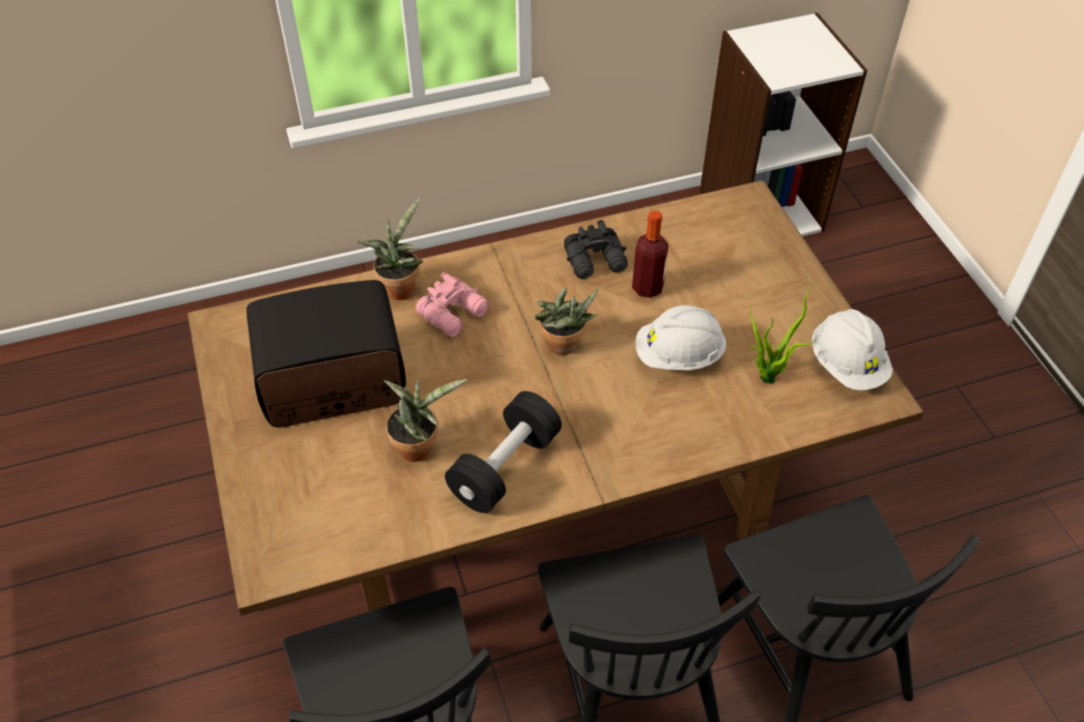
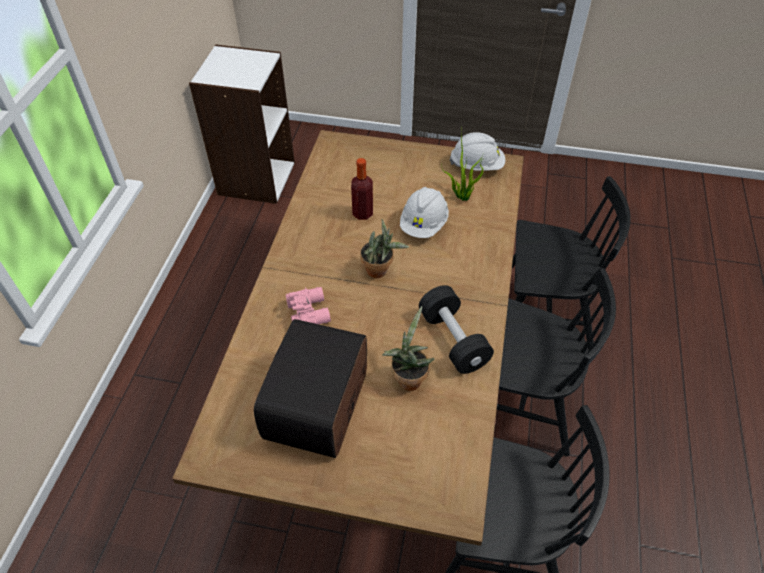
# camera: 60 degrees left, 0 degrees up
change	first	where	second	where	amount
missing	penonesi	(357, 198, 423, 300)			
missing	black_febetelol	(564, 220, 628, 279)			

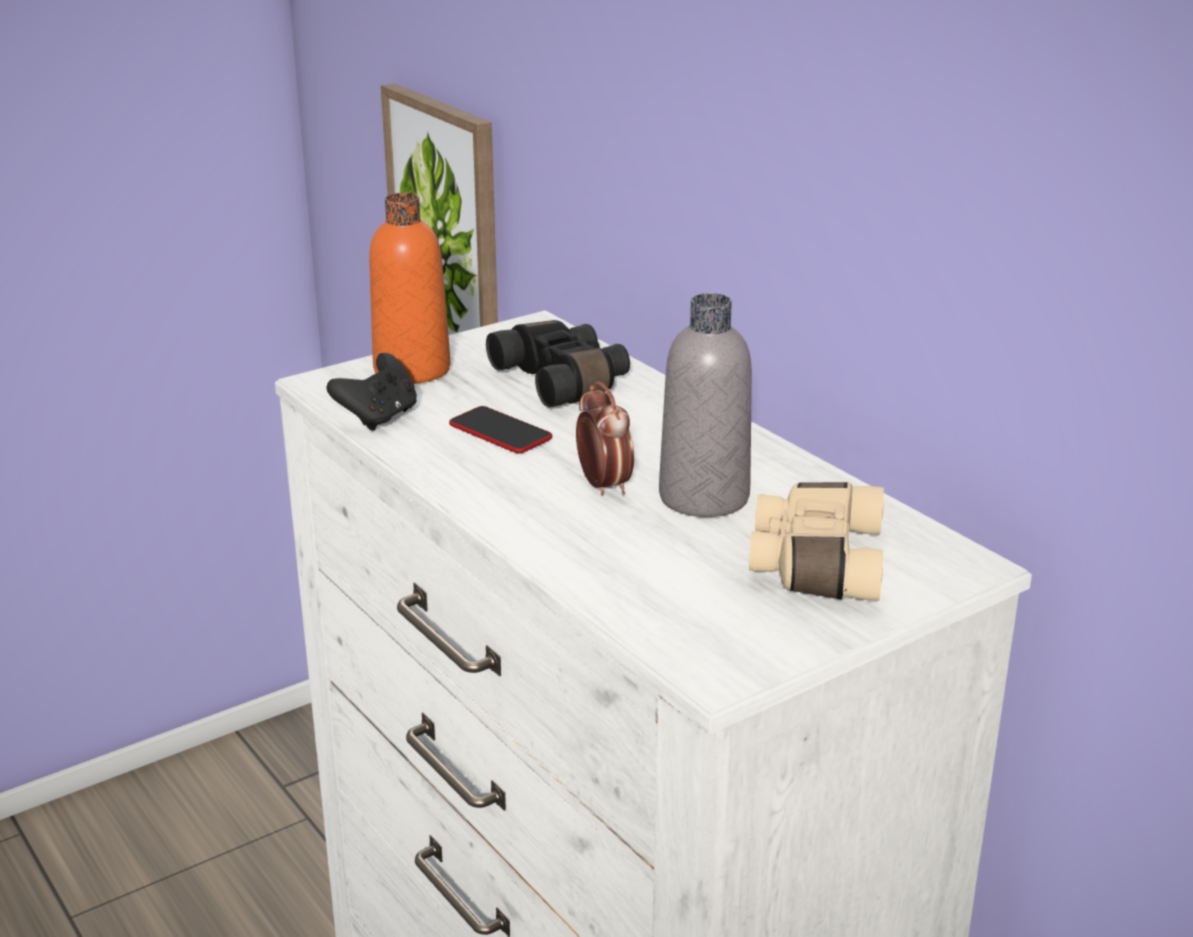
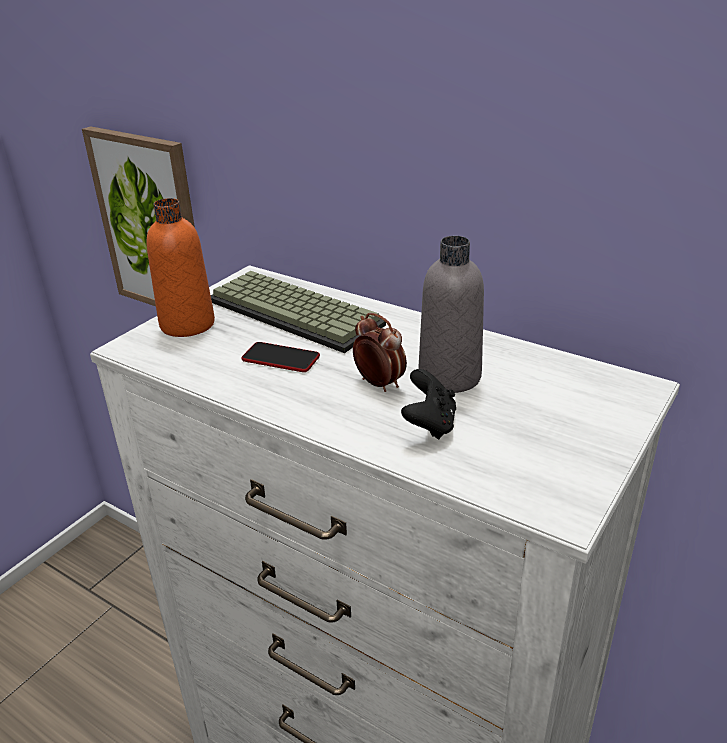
# camera: 20 degrees left, 5 degrees up
change	first	where	second	where	amount
missing	beige_febetelol	(749, 482, 884, 601)			
relocated	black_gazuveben	(327, 353, 417, 431)		(401, 369, 456, 439)	
exchanged	black_febetelol	(486, 320, 630, 407)	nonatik	(211, 271, 386, 353)	

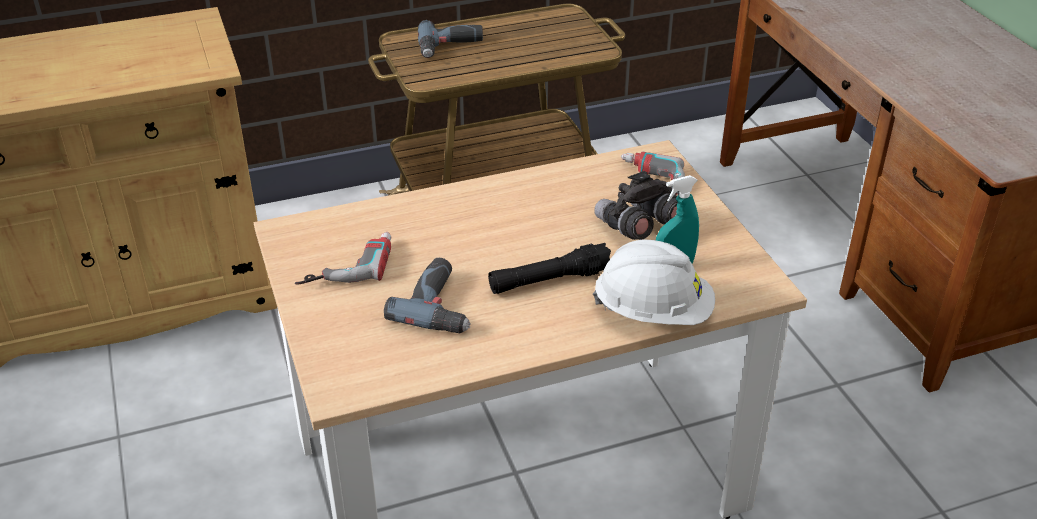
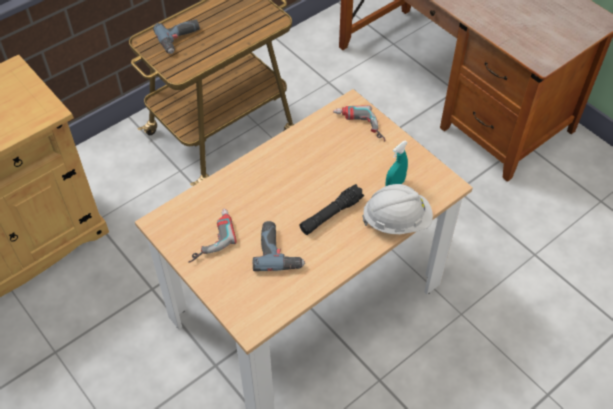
# camera: 20 degrees left, 15 degrees up
change	first	where	second	where	amount
missing	grey_febetelol	(594, 171, 678, 240)			

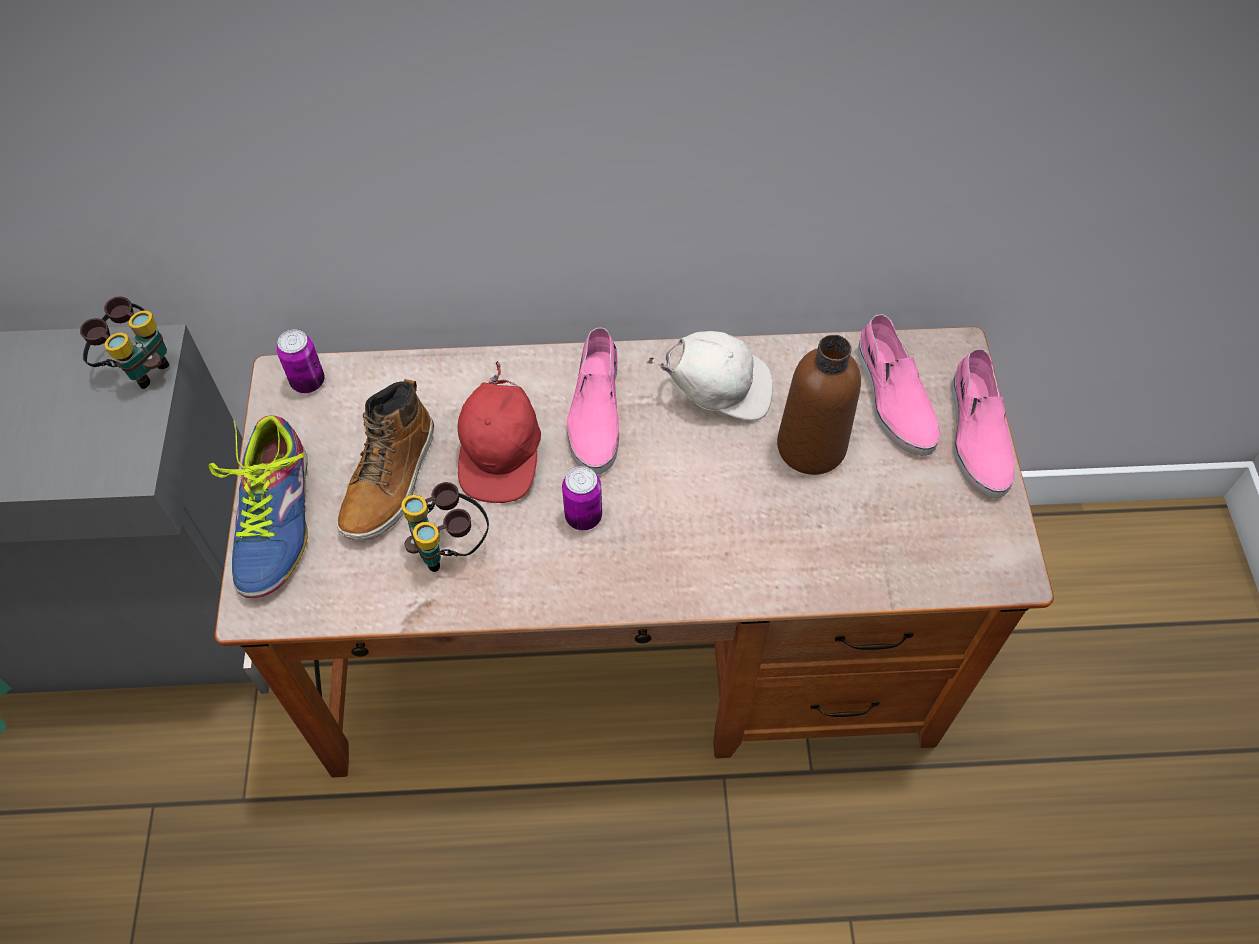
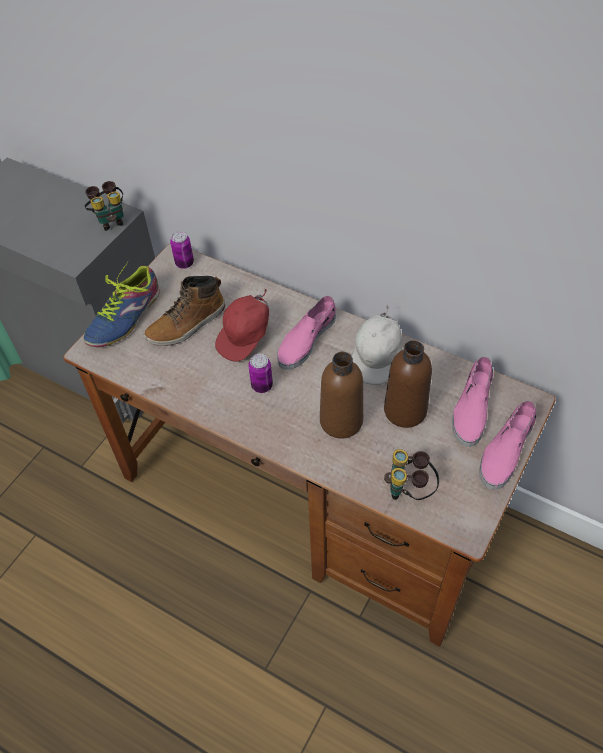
# camera: 35 degrees right, 5 degrees down
change	first	where	second	where	amount
appeared			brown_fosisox	(320, 352, 363, 439)	
relocated	febetelol	(401, 482, 489, 572)		(384, 449, 439, 500)	
spun	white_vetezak	(646, 331, 773, 421)		(352, 305, 403, 385)	75 degrees clockwise

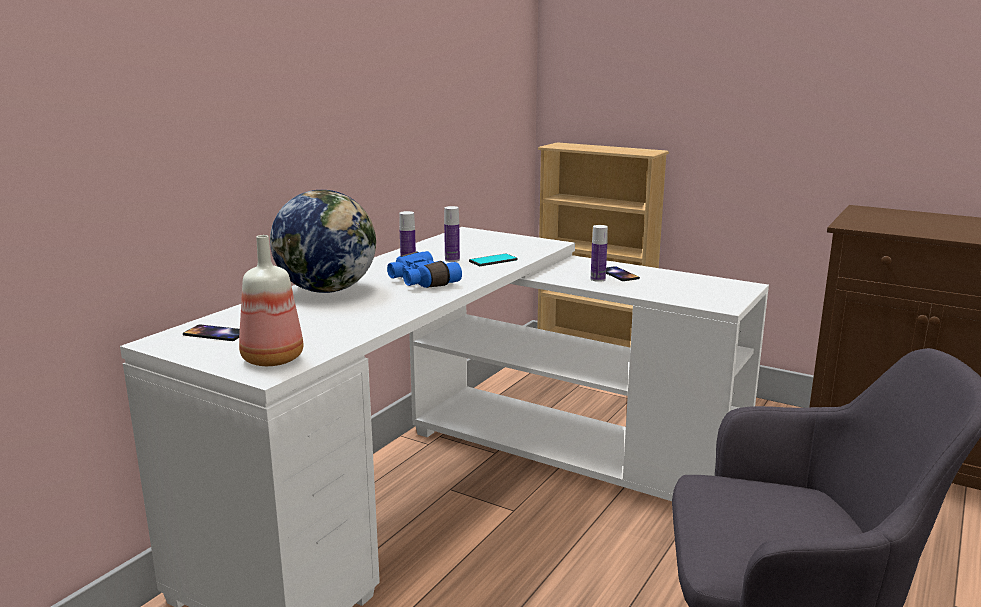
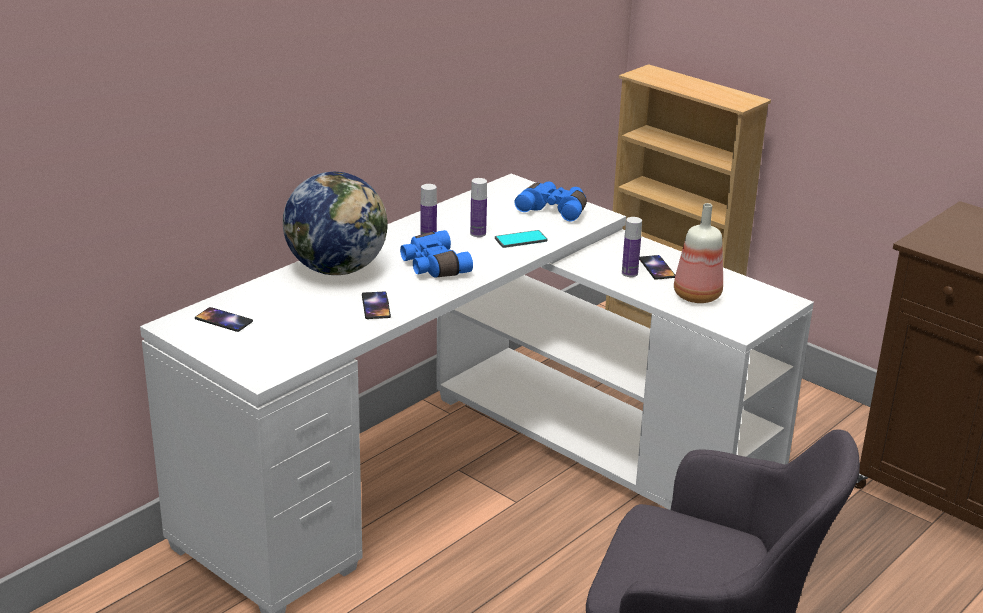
# camera: 10 degrees right, 10 degrees up
change	first	where	second	where	amount
appeared			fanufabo	(362, 292, 391, 319)	
appeared			blue_febetelol	(515, 182, 587, 222)	
relocated	fosisox	(239, 235, 303, 366)		(674, 203, 723, 303)	

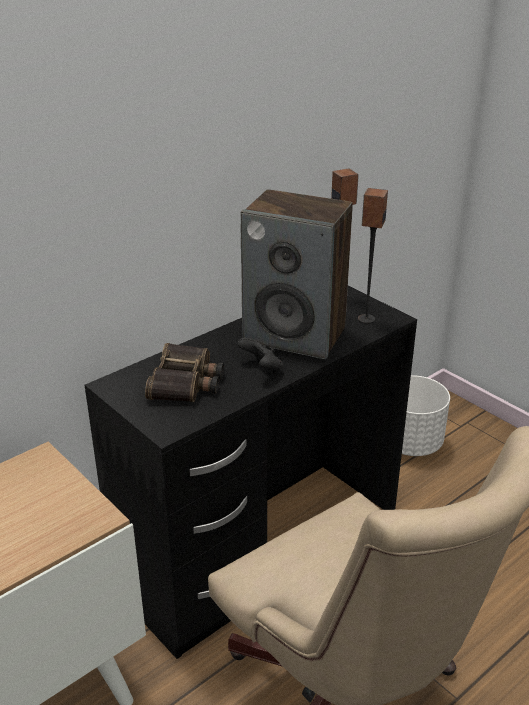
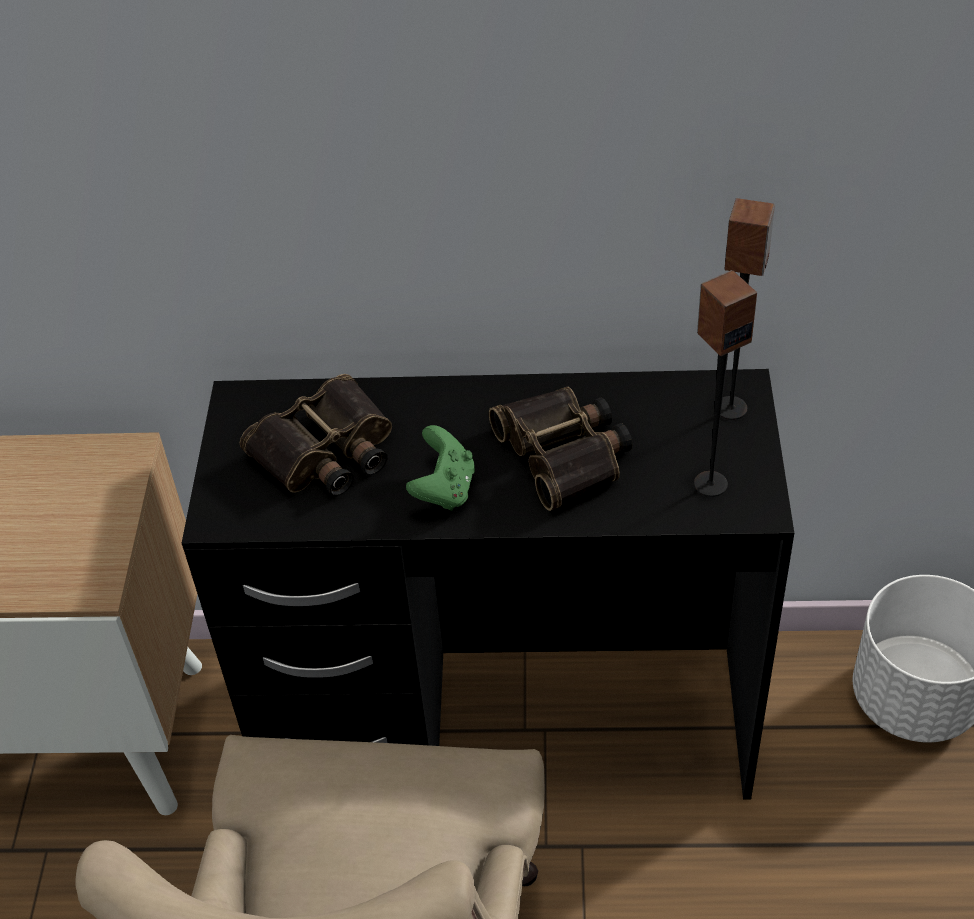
# camera: 45 degrees right, 15 degrees up
change	first	where	second	where	amount
exchanged	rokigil	(240, 189, 353, 359)	febetelol	(489, 387, 633, 511)	
colour	black_gazuveben	(237, 338, 283, 374)	green_gazuveben	(406, 425, 475, 511)	

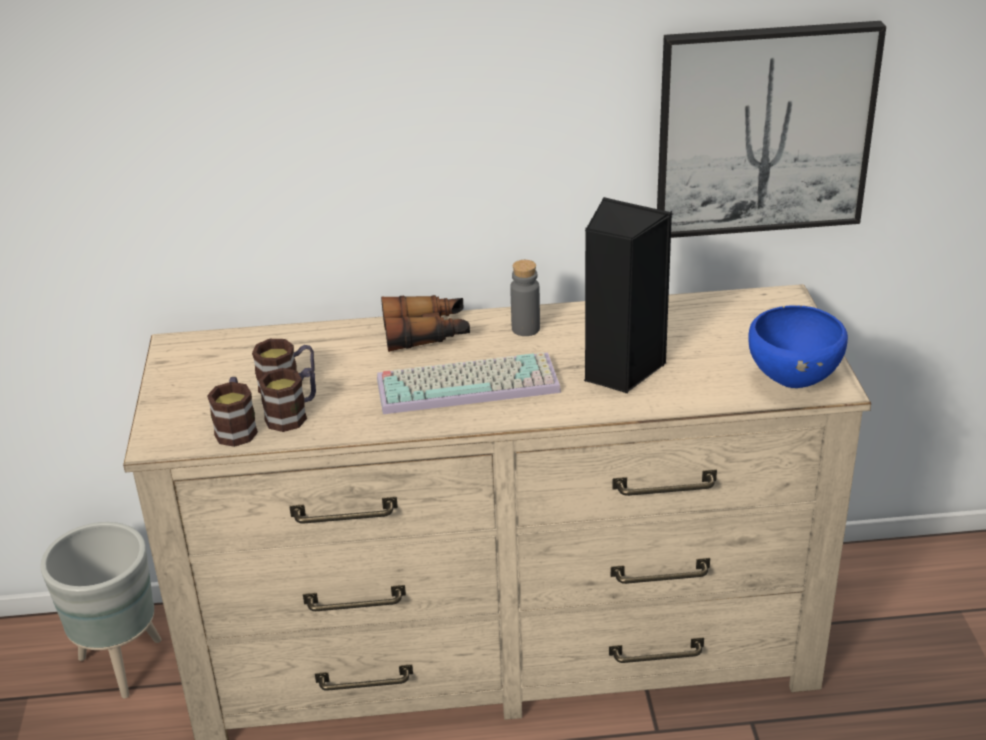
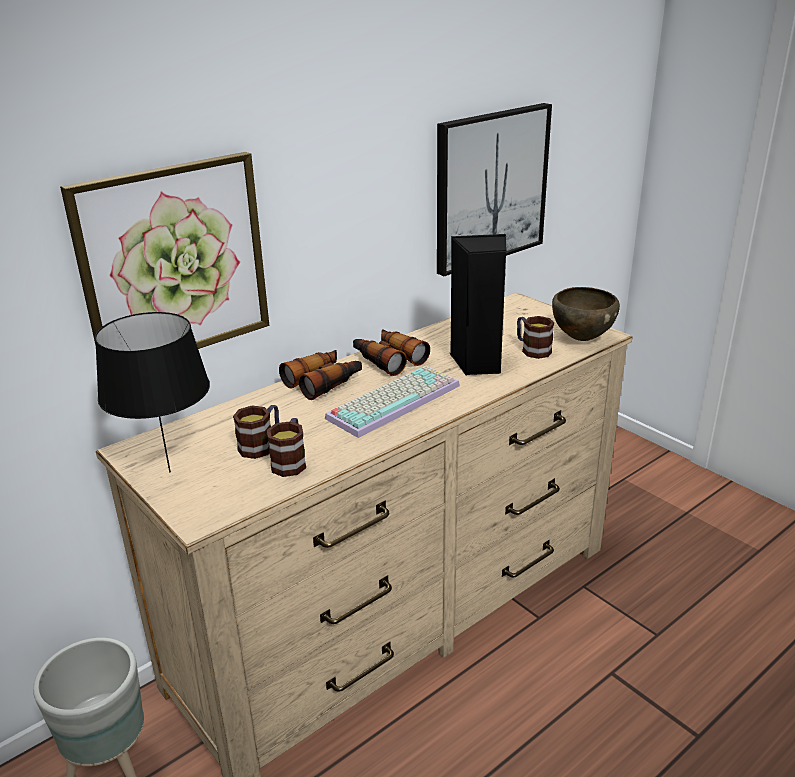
# camera: 35 degrees left, 5 degrees down
change	first	where	second	where	amount
appeared			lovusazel	(60, 152, 269, 349)	
appeared			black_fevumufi	(95, 312, 210, 472)	
relocated	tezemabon	(207, 377, 258, 447)		(517, 316, 554, 359)	
exchanged	grey_fosisox	(510, 260, 540, 336)	febetelol	(353, 329, 430, 376)	
colour	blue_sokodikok	(748, 305, 848, 388)	brown_sokodikok	(552, 287, 620, 341)	

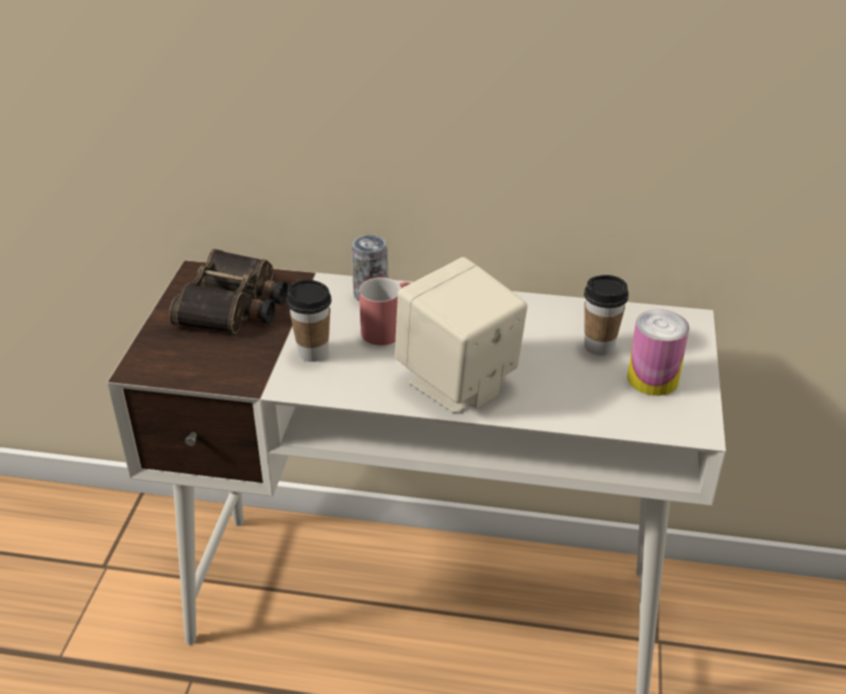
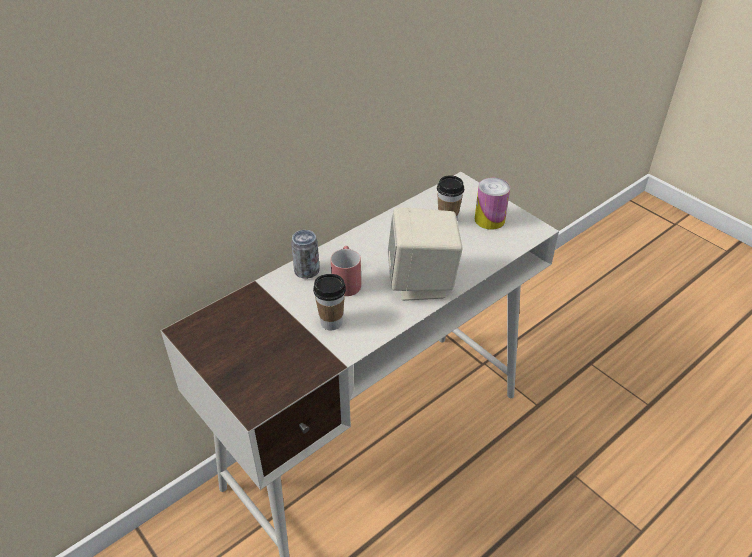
# camera: 50 degrees left, 5 degrees up
change	first	where	second	where	amount
missing	febetelol	(169, 249, 288, 333)			

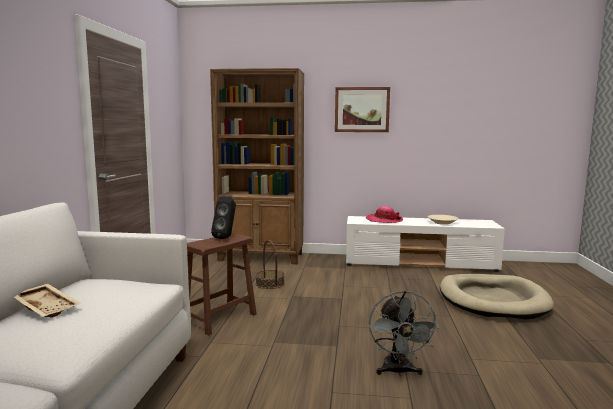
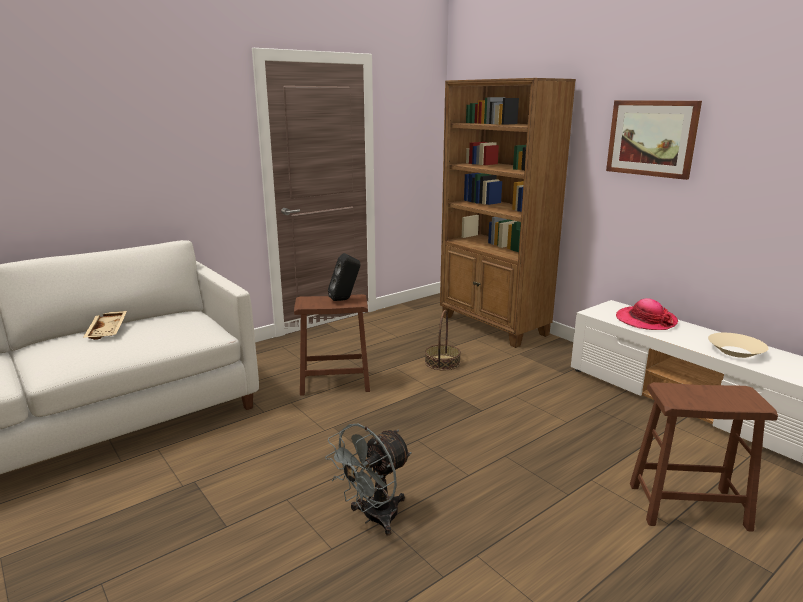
# camera: 45 degrees right, 10 degrees up
change	first	where	second	where	amount
exchanged	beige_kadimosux	(440, 274, 554, 319)	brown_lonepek	(630, 382, 778, 532)	

